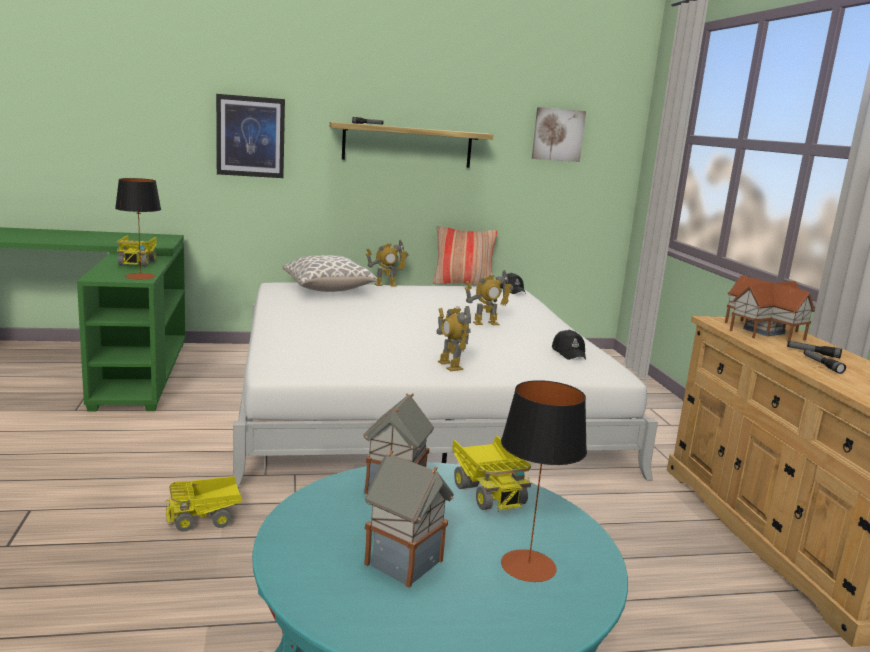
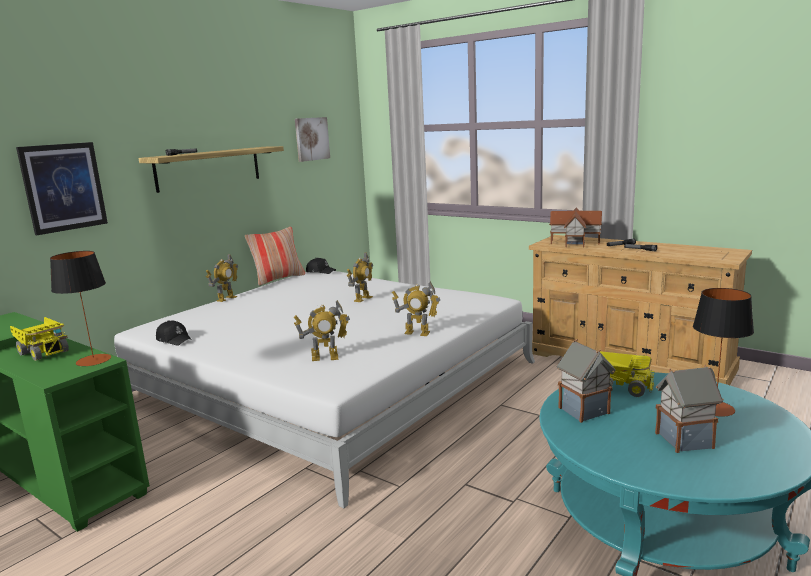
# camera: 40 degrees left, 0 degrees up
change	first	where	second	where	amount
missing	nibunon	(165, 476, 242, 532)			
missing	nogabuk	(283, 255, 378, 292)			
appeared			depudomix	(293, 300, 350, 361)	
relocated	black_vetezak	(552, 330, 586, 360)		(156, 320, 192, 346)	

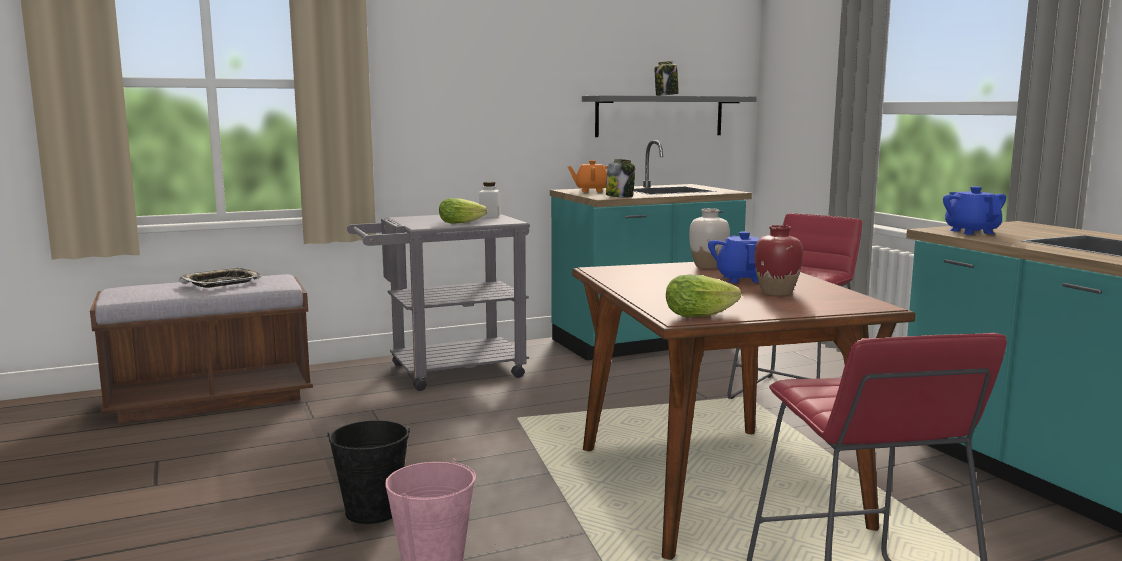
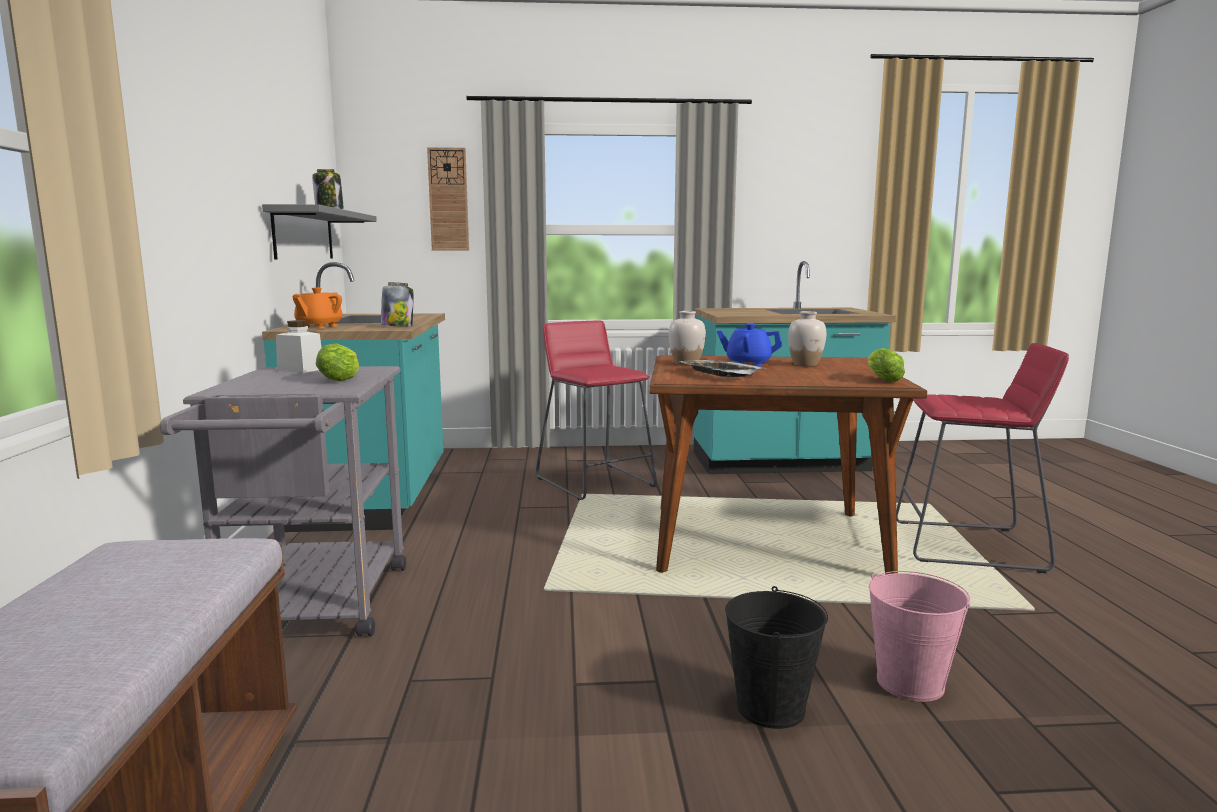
# camera: 70 degrees left, 0 degrees up
change	first	where	second	where	amount
missing	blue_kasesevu	(943, 186, 1006, 235)			
appeared			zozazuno	(427, 147, 469, 250)	
relocated	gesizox	(179, 268, 262, 288)		(679, 360, 767, 377)	
colour	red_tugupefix	(755, 225, 803, 296)	white_tugupefix	(788, 311, 826, 367)	

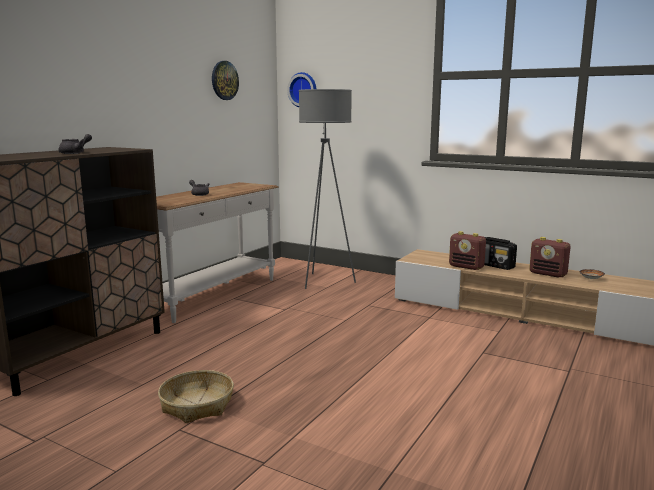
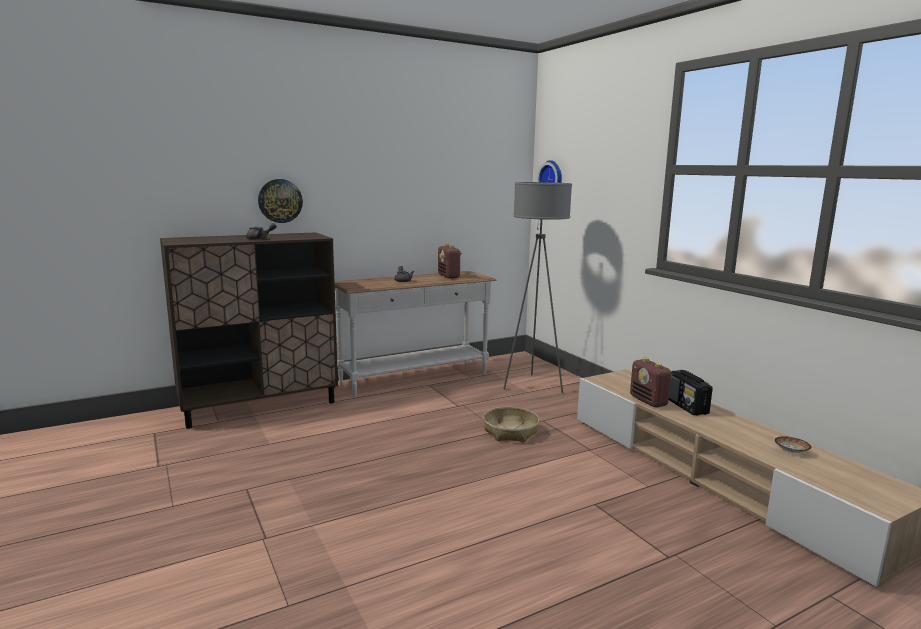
# camera: 30 degrees right, 0 degrees up
change	first	where	second	where	amount
relocated	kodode	(158, 370, 234, 423)		(483, 407, 540, 442)	
relocated	zozazuno	(212, 61, 239, 100)		(258, 179, 303, 223)	
relocated	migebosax	(529, 237, 570, 278)		(438, 244, 462, 279)	

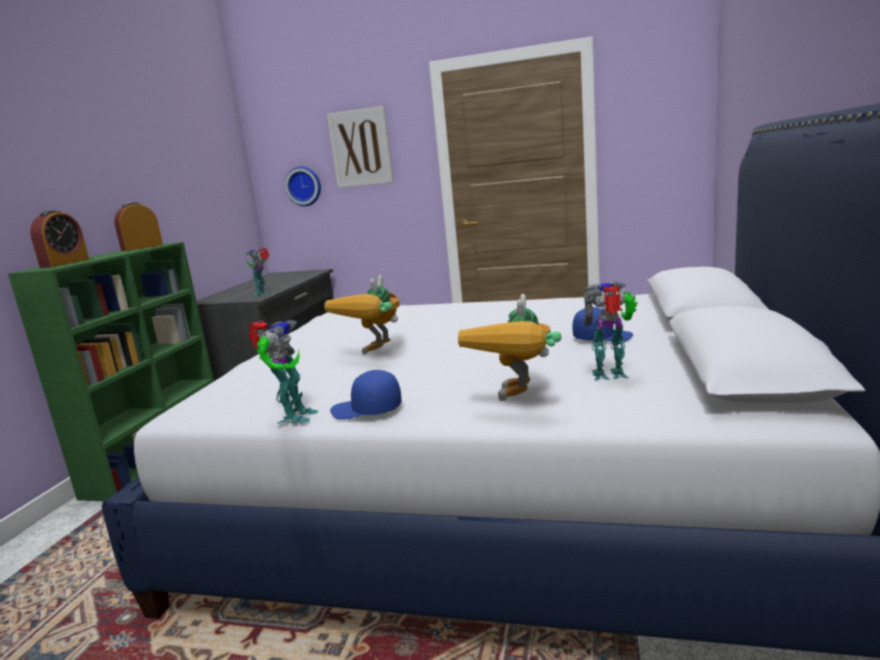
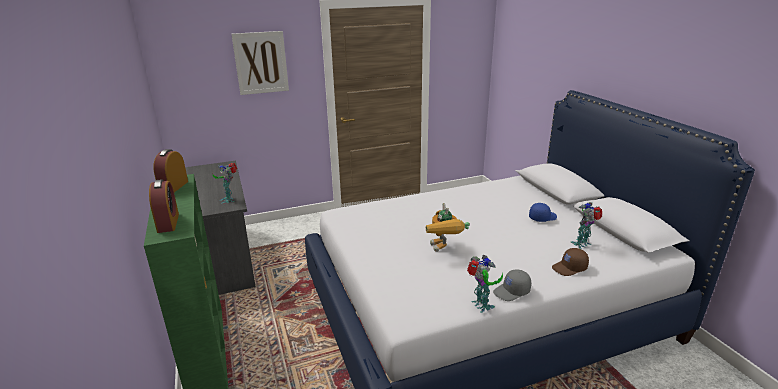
# camera: 35 degrees left, 10 degrees up
change	first	where	second	where	amount
missing	zozazuno	(285, 166, 321, 206)			
exchanged	depudomix	(458, 294, 561, 401)	brown_vetezak	(552, 248, 589, 276)	
colour	blue_vetezak	(330, 370, 402, 420)	grey_vetezak	(493, 269, 531, 301)	

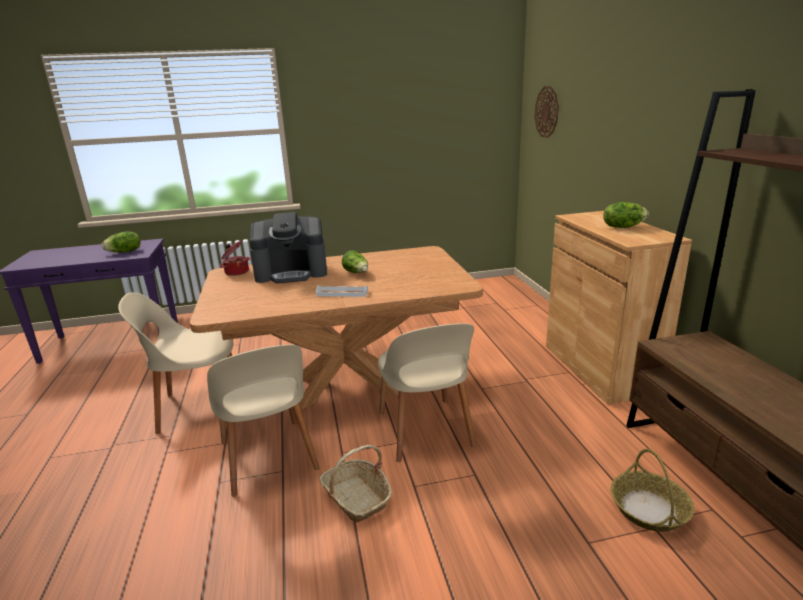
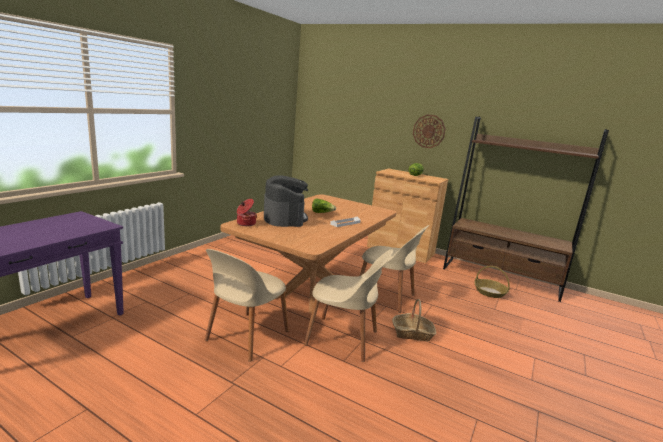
# camera: 50 degrees left, 5 degrees down
change	first	where	second	where	amount
missing	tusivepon	(102, 231, 141, 253)			
relocated	zozazuno	(534, 86, 559, 138)		(413, 114, 446, 148)	
spun	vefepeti	(250, 212, 327, 283)		(264, 175, 308, 227)	45 degrees counterclockwise

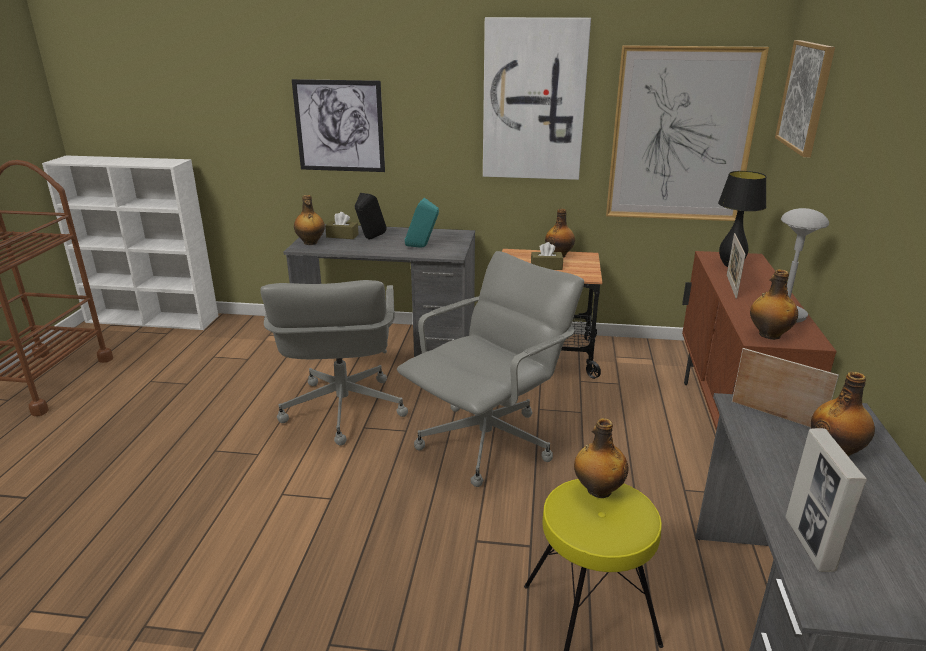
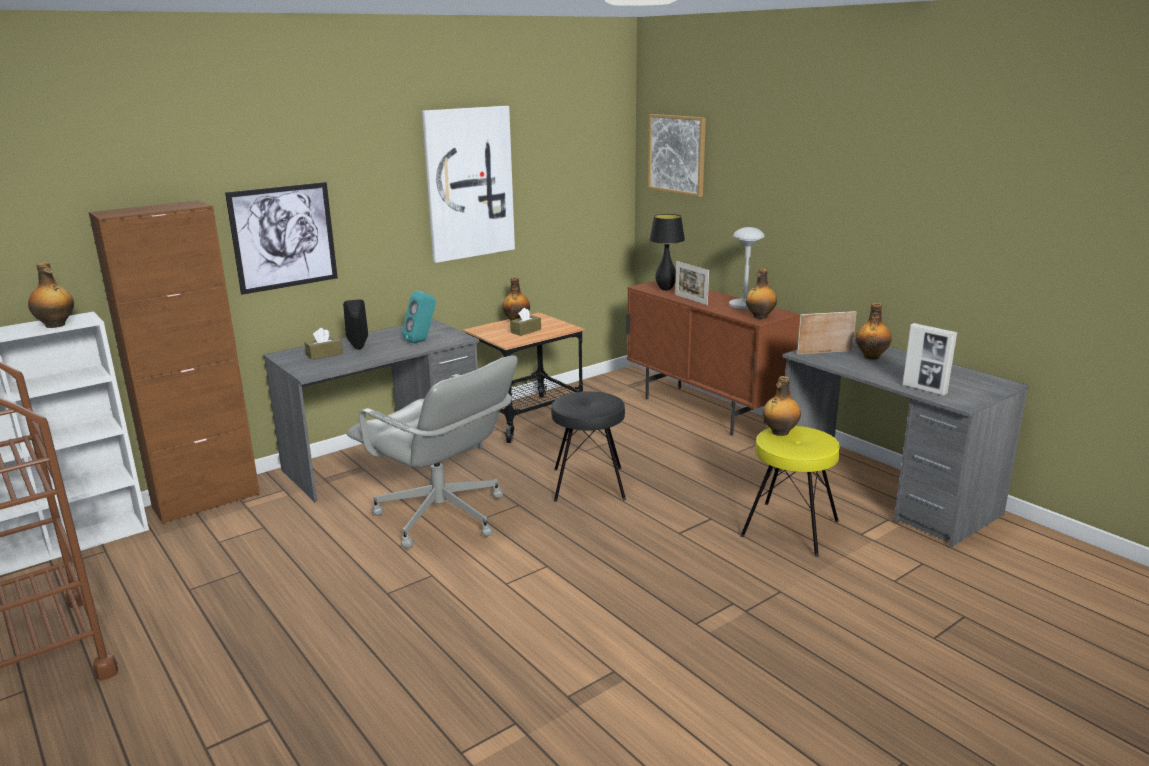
# camera: 45 degrees left, 5 degrees down
change	first	where	second	where	amount
missing	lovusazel	(606, 45, 769, 221)			
appeared			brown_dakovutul	(89, 200, 260, 525)	
relocated	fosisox	(294, 195, 325, 245)		(28, 262, 74, 328)	
exchanged	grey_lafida	(397, 251, 584, 487)	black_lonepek	(551, 391, 626, 502)	

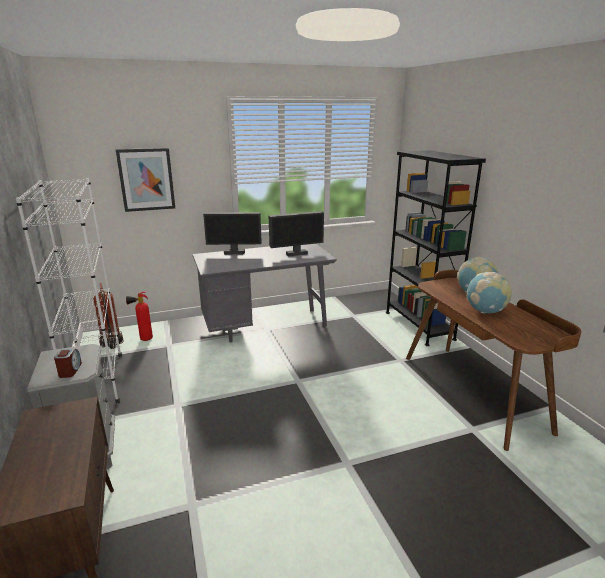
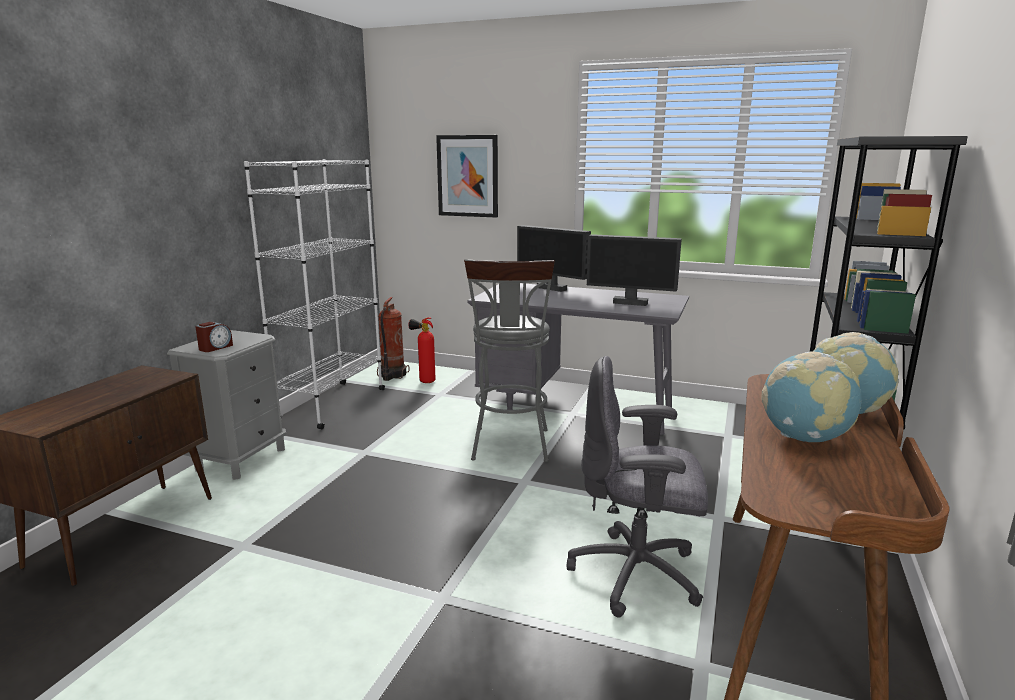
# camera: 40 degrees right, 5 degrees down
change	first	where	second	where	amount
appeared			grey_lonepek	(464, 259, 555, 462)	
appeared			grey_lafida	(566, 356, 708, 618)	

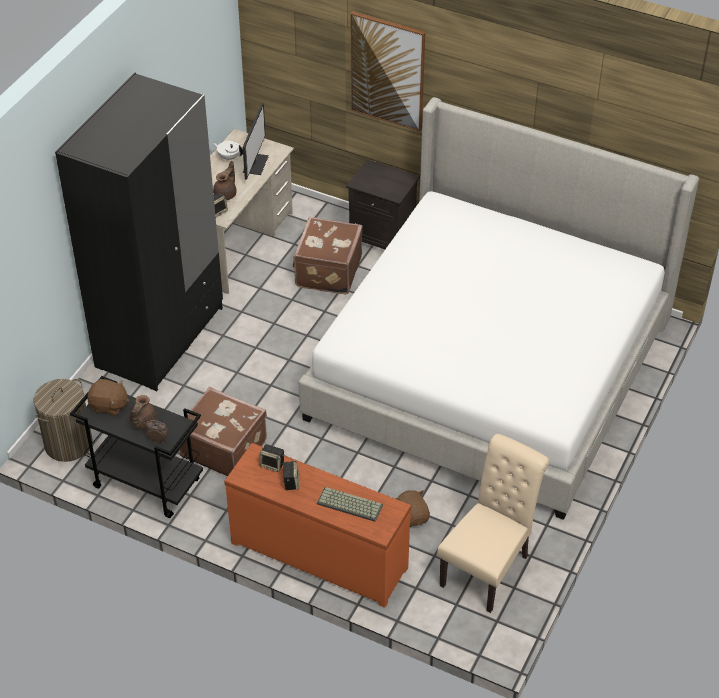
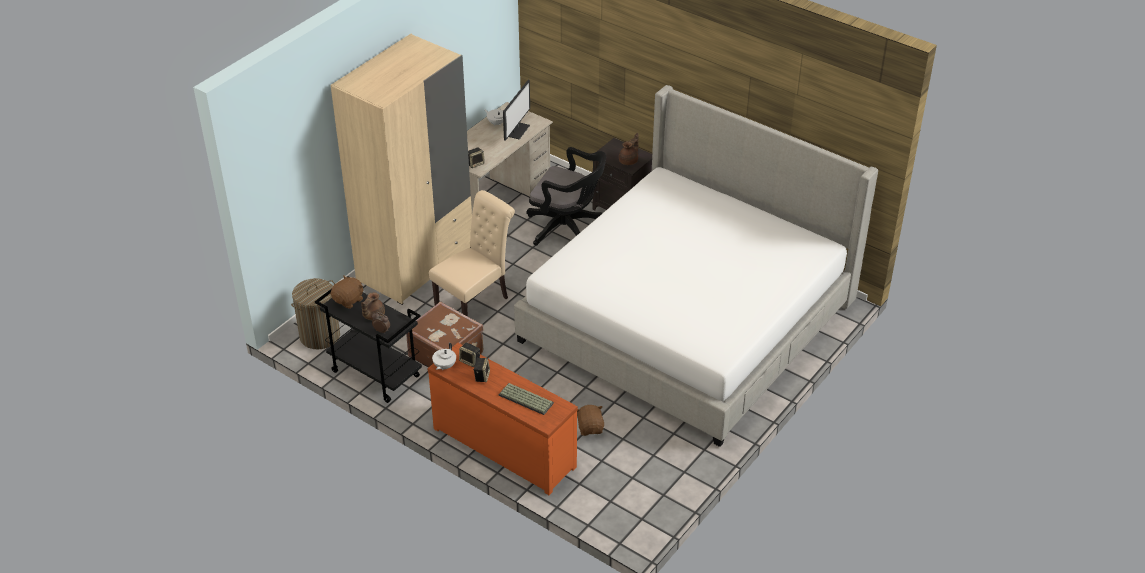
# camera: 10 degrees right, 5 degrees down
change	first	where	second	where	amount
missing	lovusazel	(351, 11, 426, 131)			
appeared			white_kasesevu	(432, 343, 456, 370)	
relocated	brown_kasesevu	(213, 161, 237, 200)		(619, 133, 639, 165)	
relocated	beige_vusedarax	(437, 434, 549, 613)		(429, 190, 515, 317)	
exchanged	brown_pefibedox	(293, 217, 362, 294)	black_lafida	(526, 147, 606, 246)	
colour	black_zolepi	(55, 73, 223, 391)	beige_zolepi	(331, 33, 472, 305)	
spun	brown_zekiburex	(87, 379, 129, 416)		(330, 276, 363, 309)	75 degrees counterclockwise

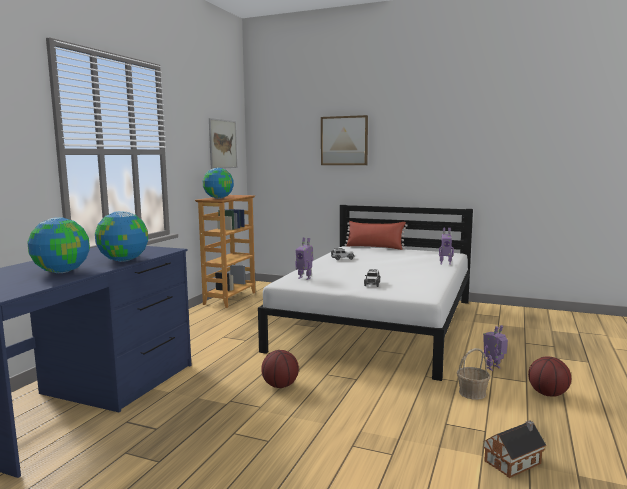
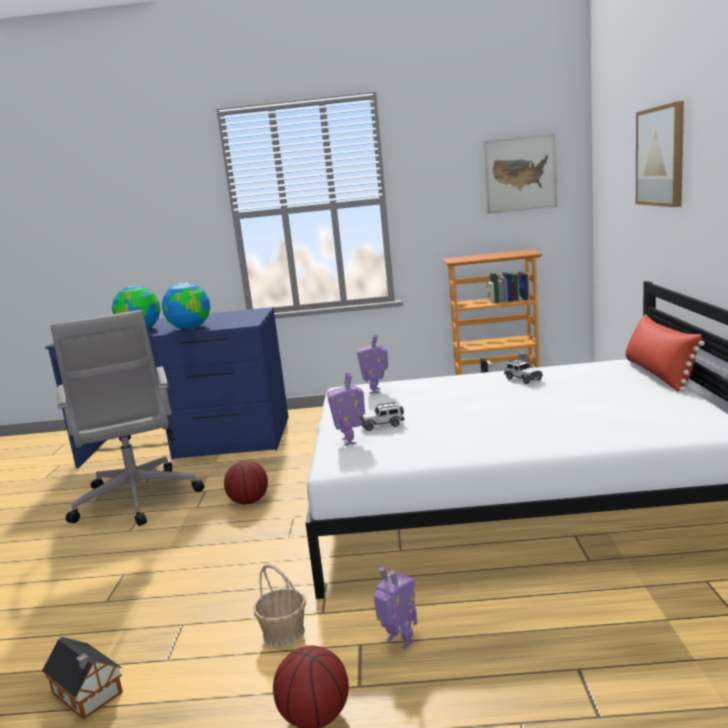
# camera: 70 degrees right, 5 degrees up
change	first	where	second	where	amount
missing	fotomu	(203, 168, 234, 199)			
appeared			grey_lafida	(50, 310, 204, 526)	
relocated	depudomix	(439, 228, 454, 265)		(327, 372, 365, 446)	

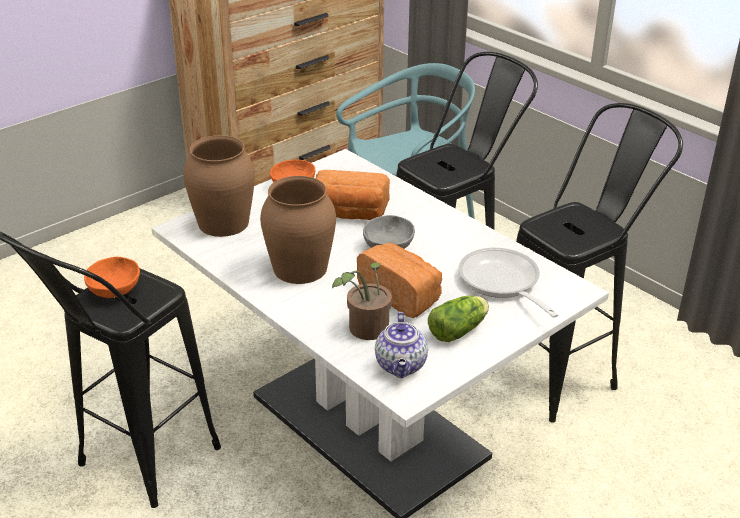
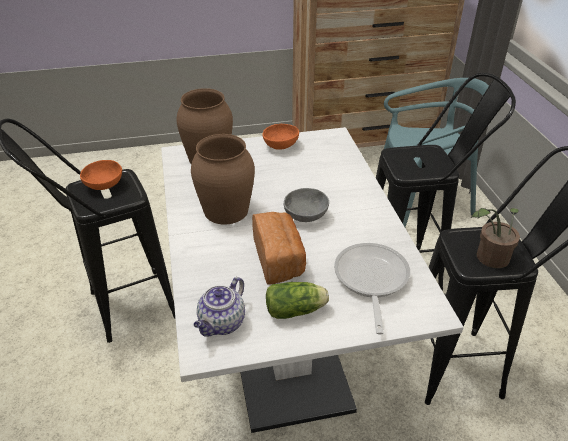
# camera: 30 degrees right, 5 degrees up
change	first	where	second	where	amount
missing	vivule	(316, 170, 390, 220)			
relocated	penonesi	(332, 263, 392, 340)		(471, 208, 520, 268)	

